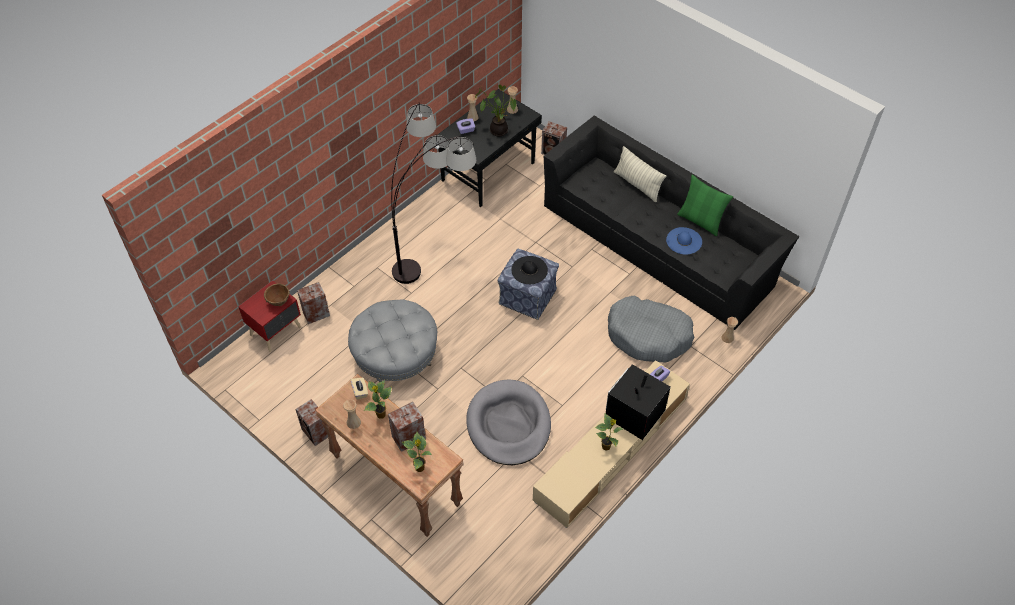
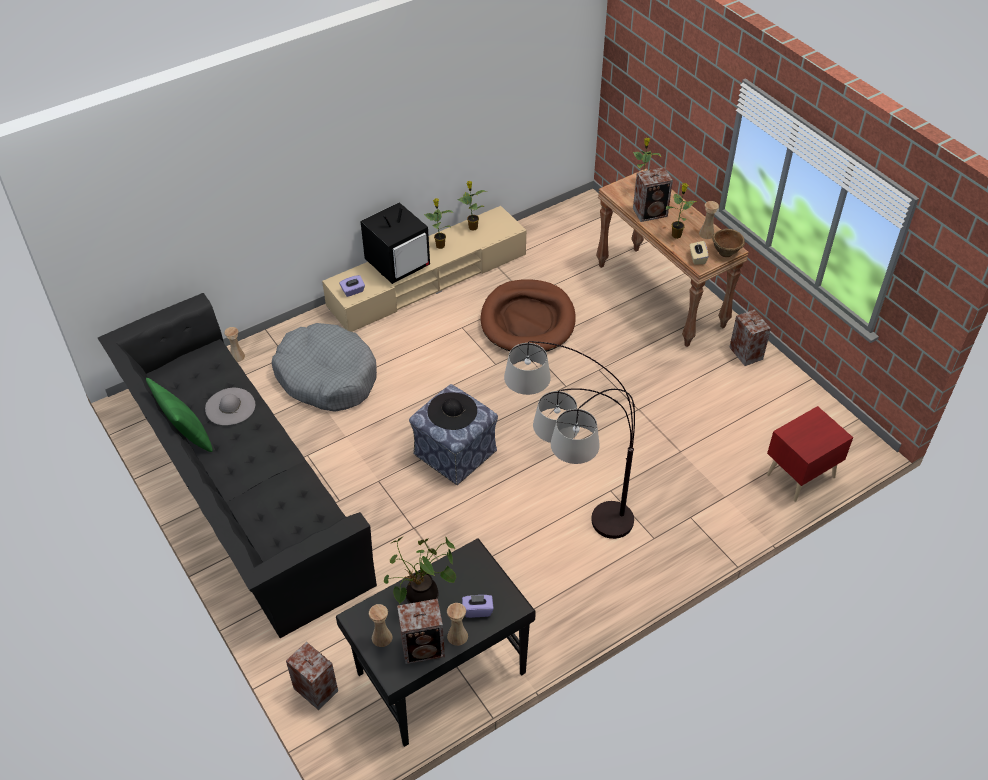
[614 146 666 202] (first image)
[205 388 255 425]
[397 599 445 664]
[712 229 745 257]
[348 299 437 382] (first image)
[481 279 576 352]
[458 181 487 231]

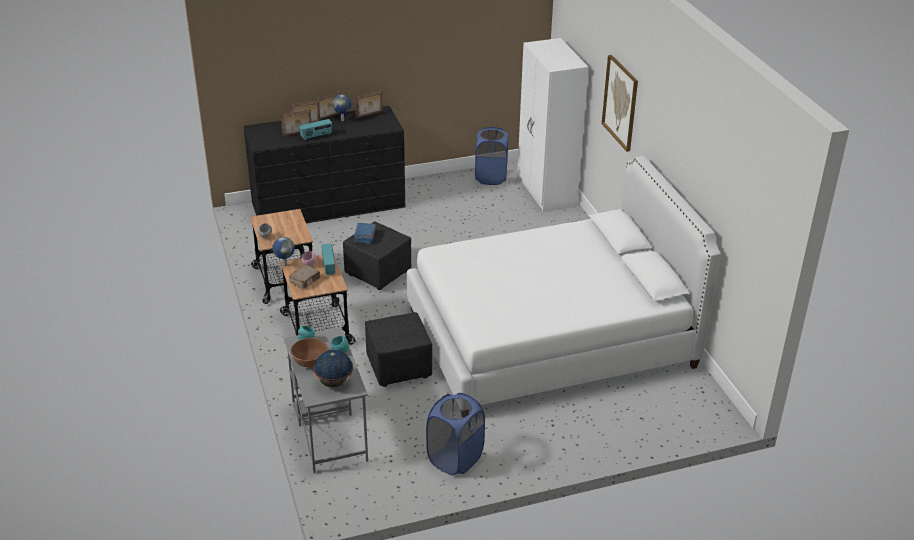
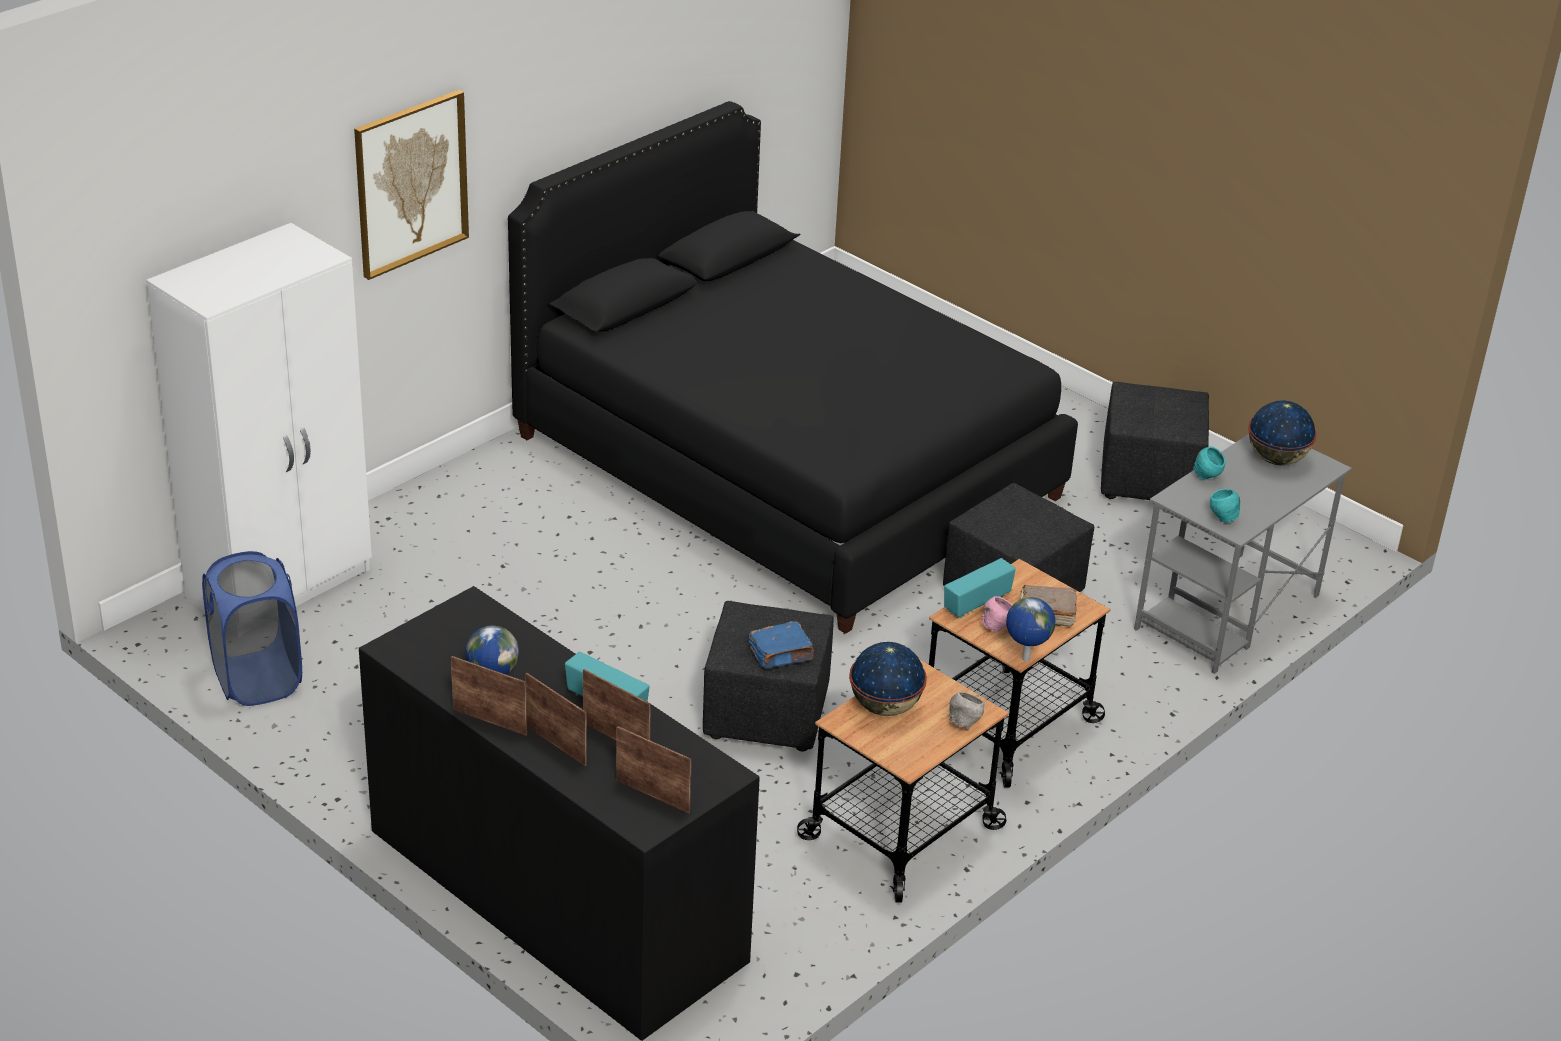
[616 726 692 813]
[508 101 1078 634]
[291 338 328 367] (first image)
[1101 382 1209 500]
[849 642 927 716]

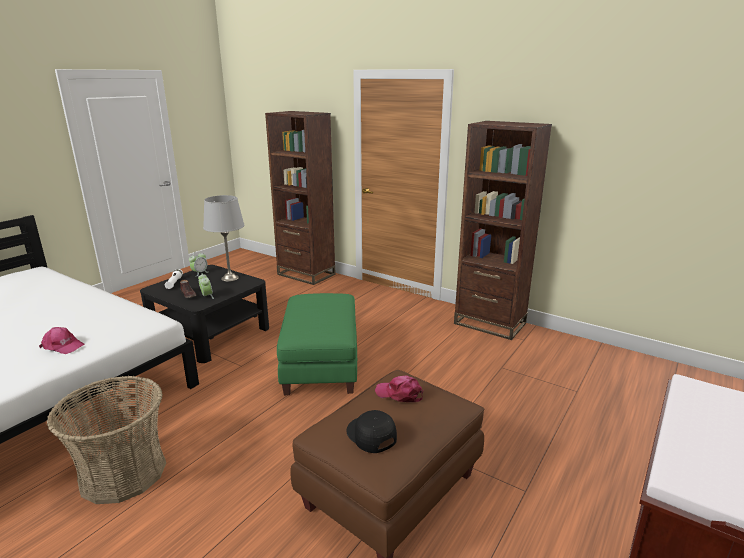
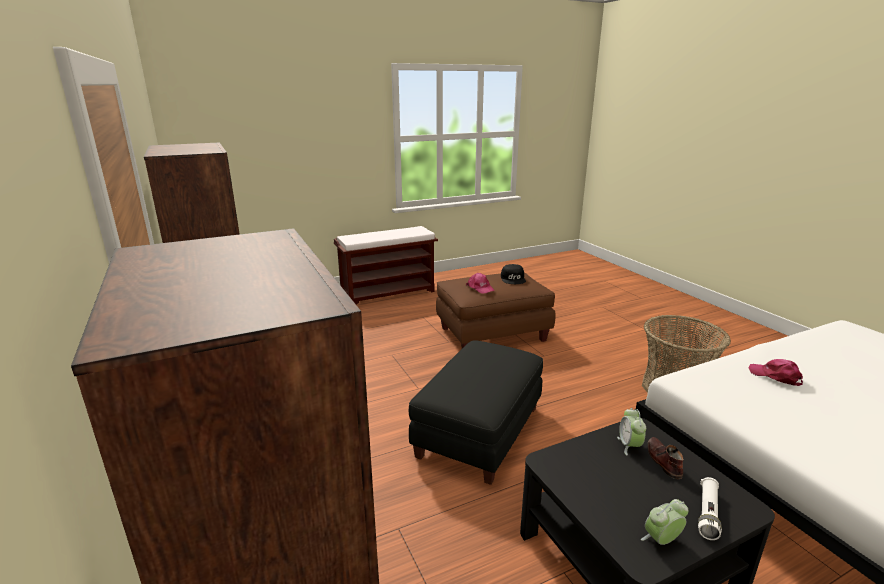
[203 195 245 282] (first image)
[409 340 543 485]

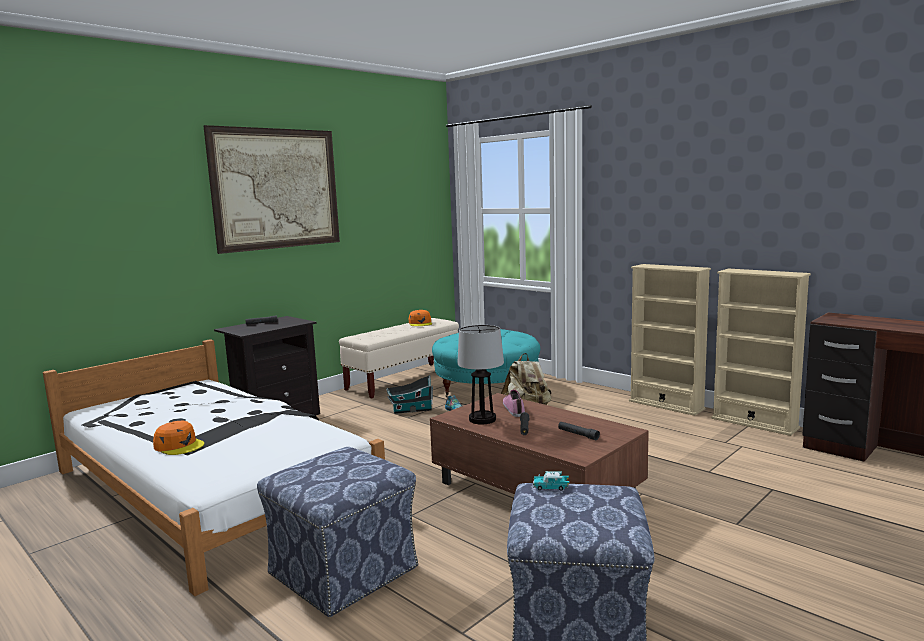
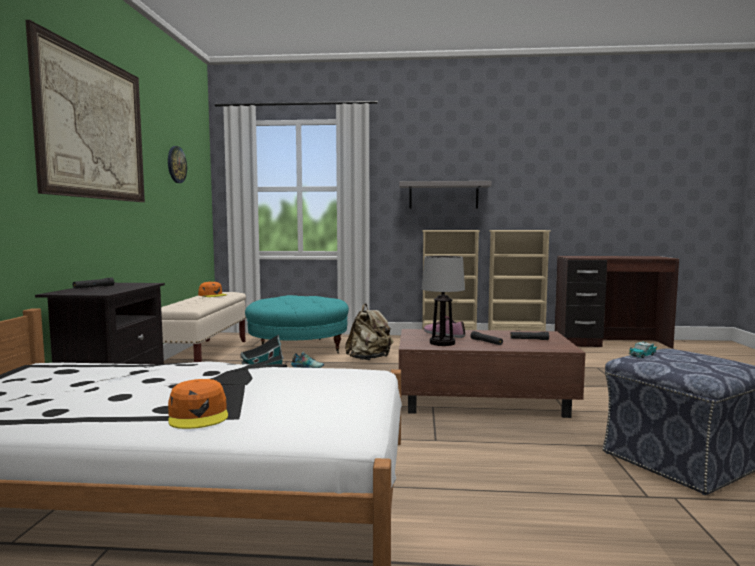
[168 379 228 429]
[257 447 418 617] (first image)
[168 146 187 183]
[399 181 492 209]

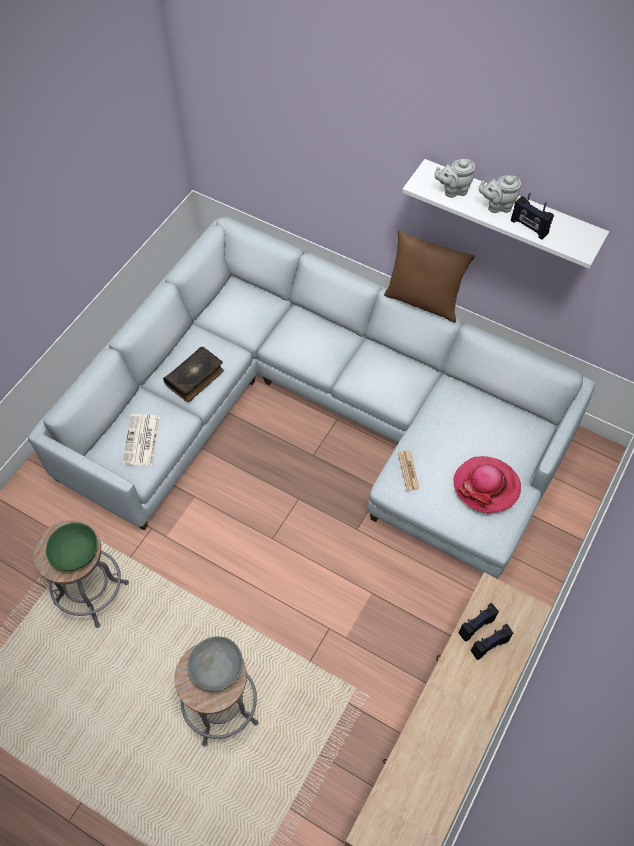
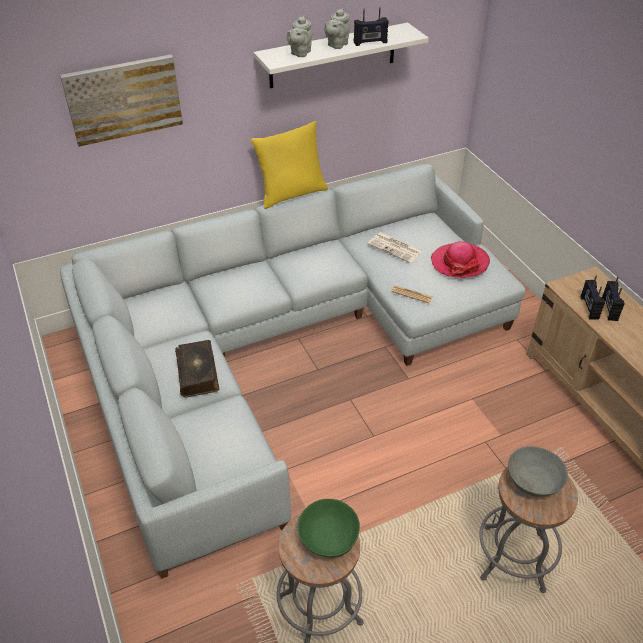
[251 121 328 209]
[368 232 423 263]
[60 55 183 147]

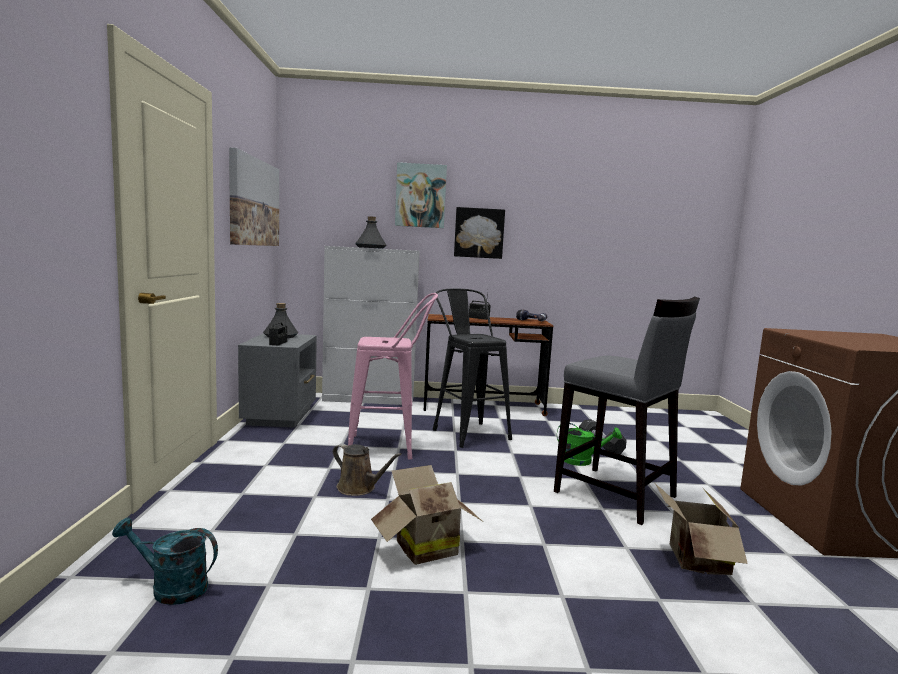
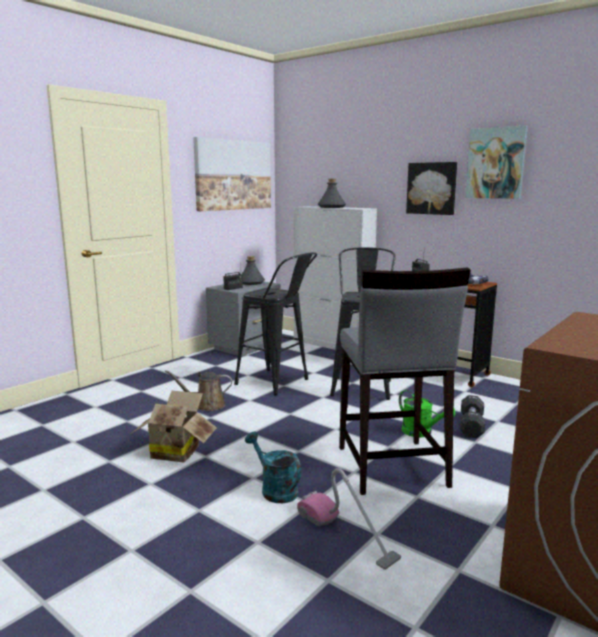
[465 125 528 199]
[234 252 317 395]
[165 370 232 411]
[297 468 401 570]
[245 432 301 503]

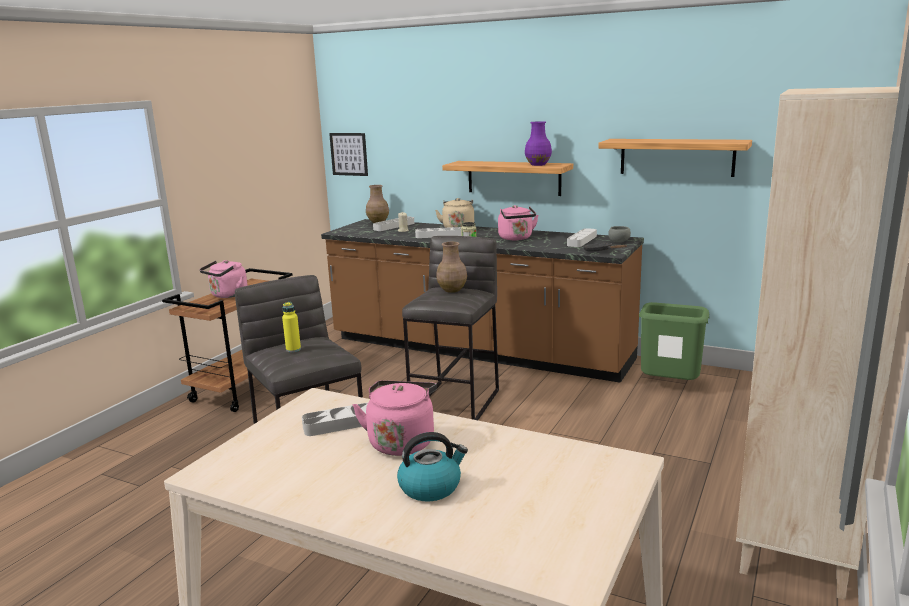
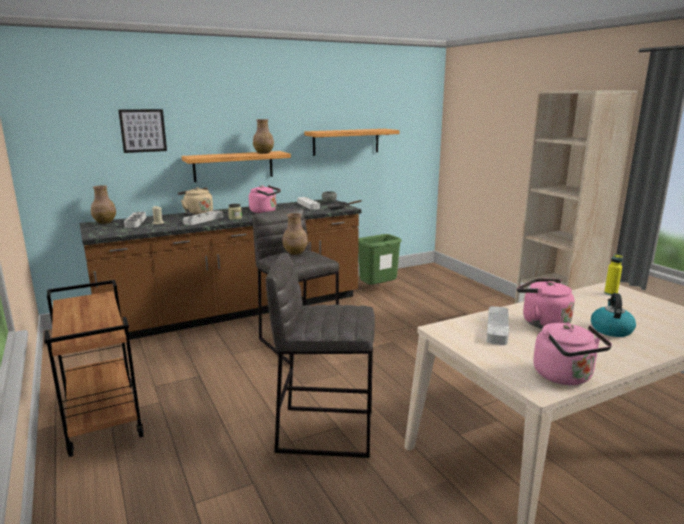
[253 119 274 154]
[118 109 167 153]
[533 323 612 385]
[604 254 623 296]

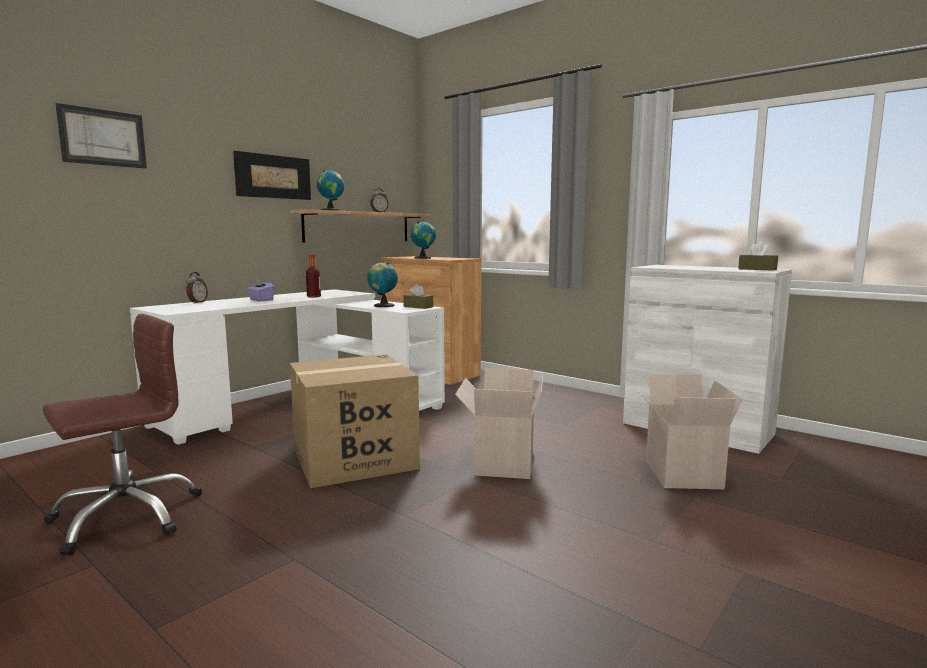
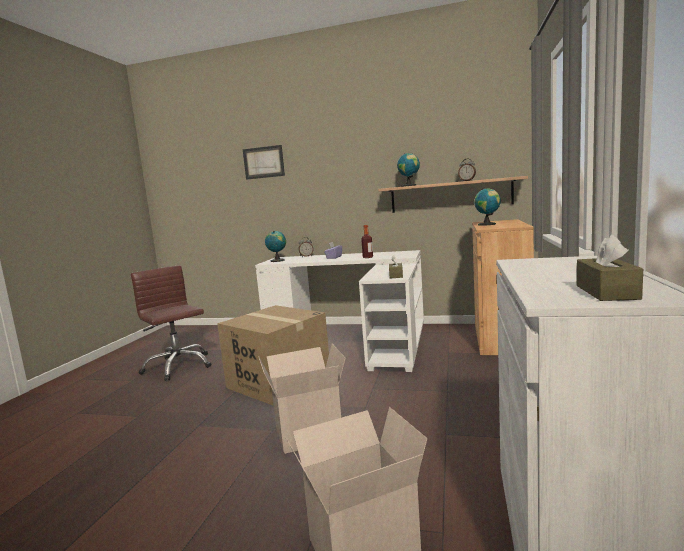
[233 151 311 200] (first image)
[265 231 286 262]
[131 265 211 381]

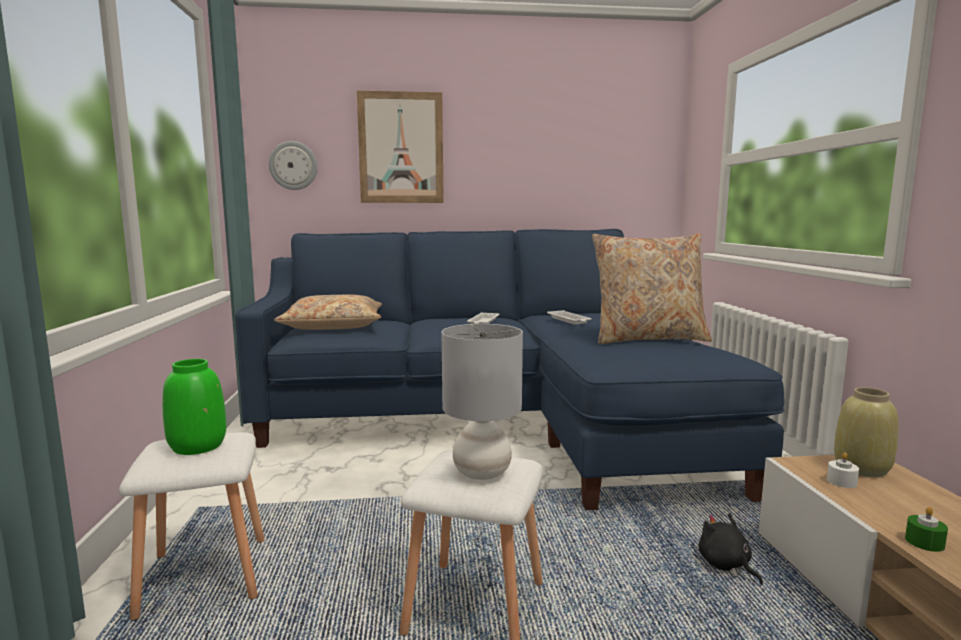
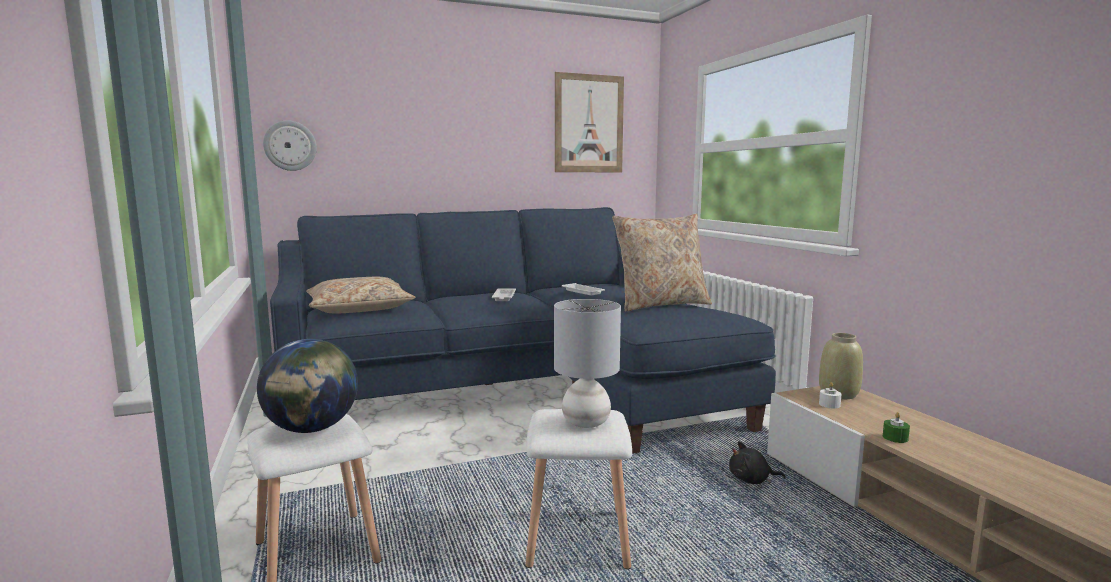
[555 72 624 173]
[257 339 358 433]
[729 441 786 484]

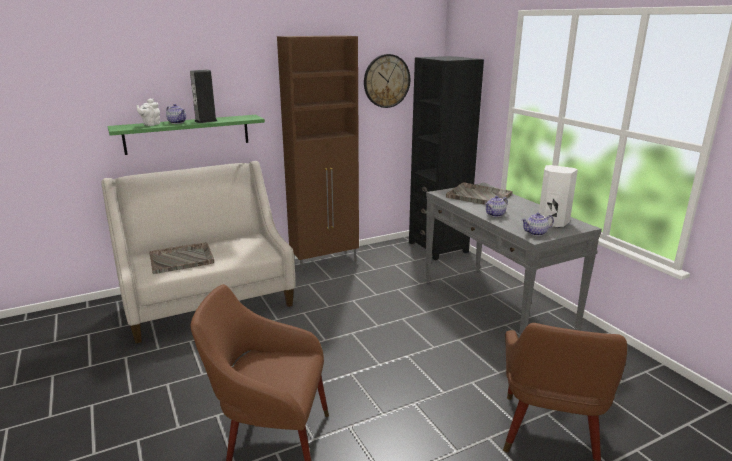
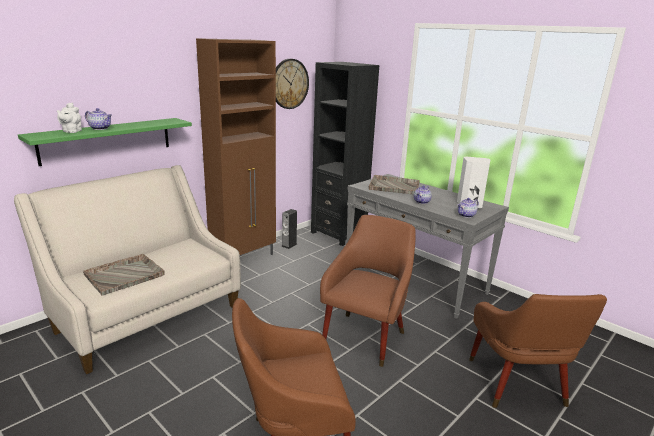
[281 209 297 249]
[320 215 415 367]

